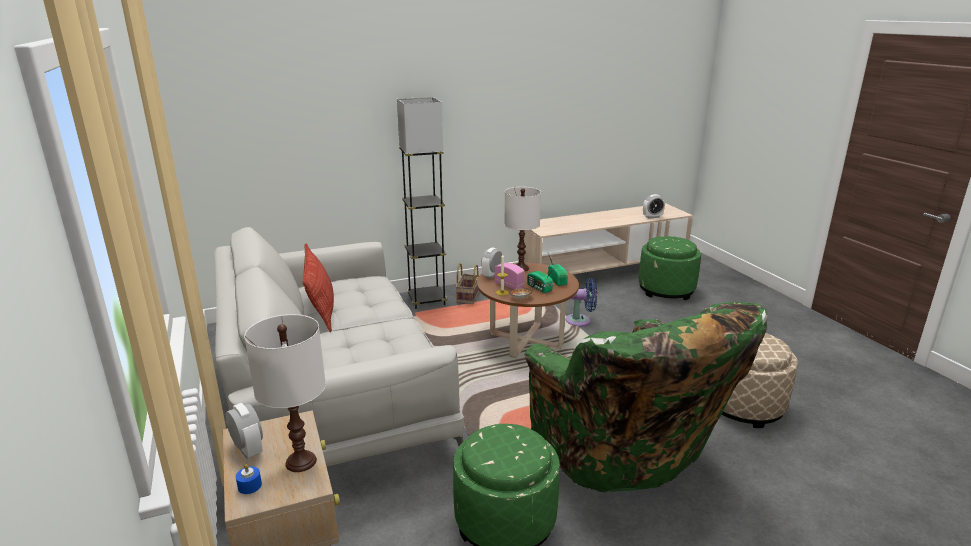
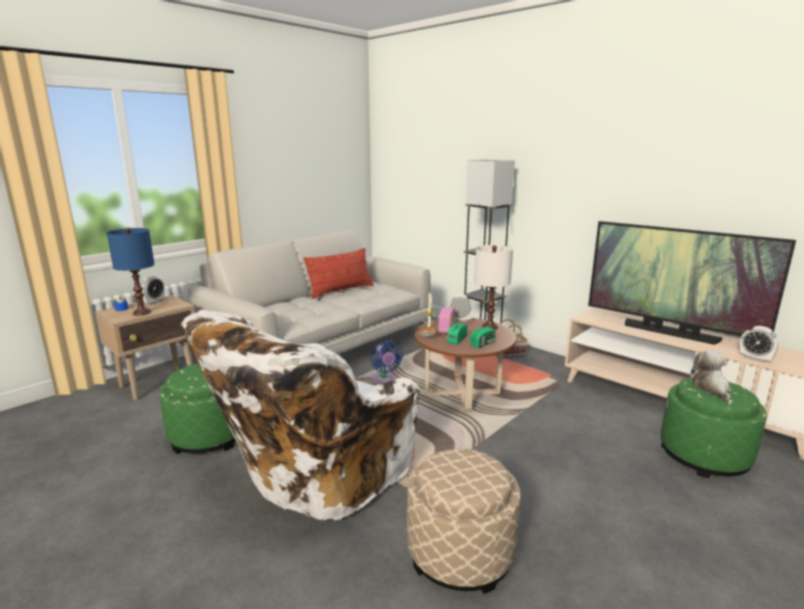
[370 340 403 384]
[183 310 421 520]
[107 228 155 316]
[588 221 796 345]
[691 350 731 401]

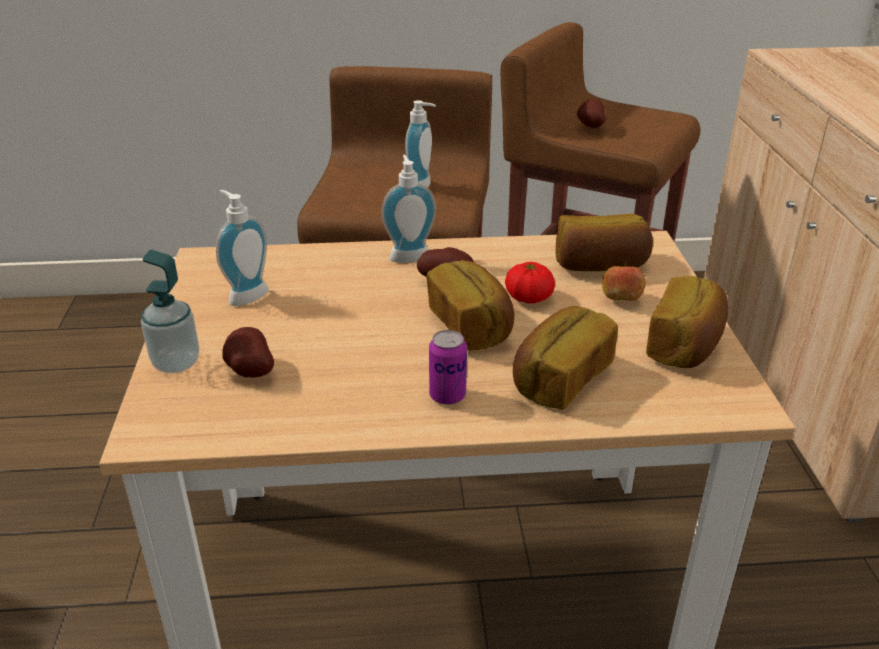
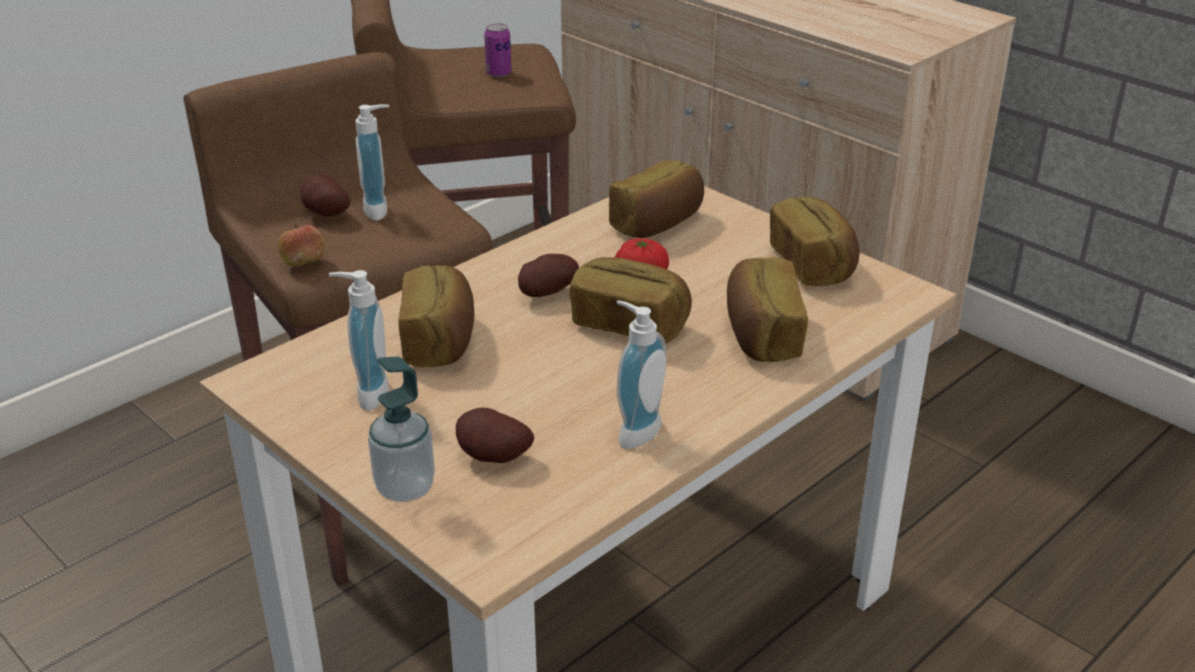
[300 174 350 216]
[617 300 666 449]
[278 224 325 267]
[484 23 511 77]
[398 265 474 367]

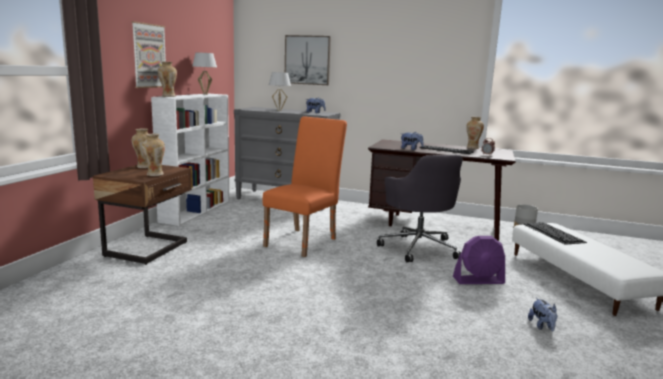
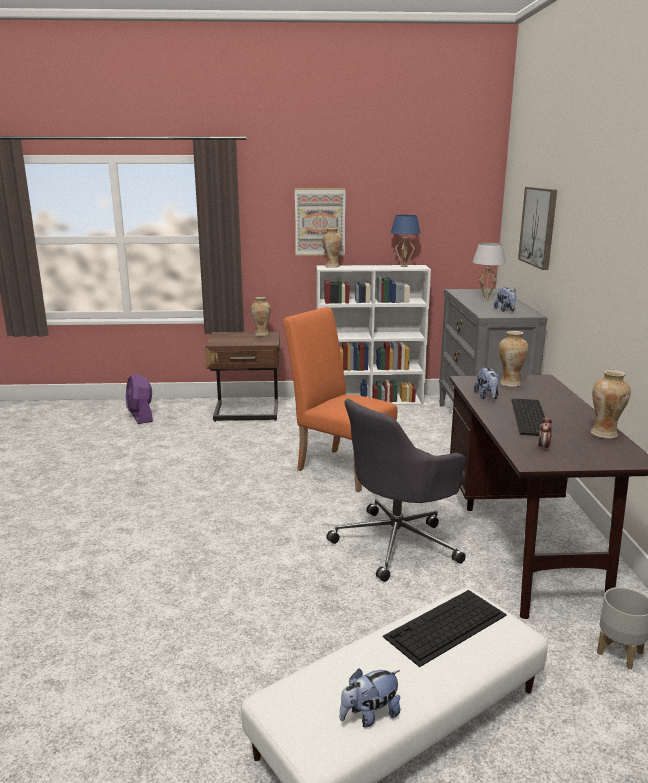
[391 215 420 267]
[283 307 397 492]
[499 331 528 387]
[126 374 153 424]
[340 668 400 727]

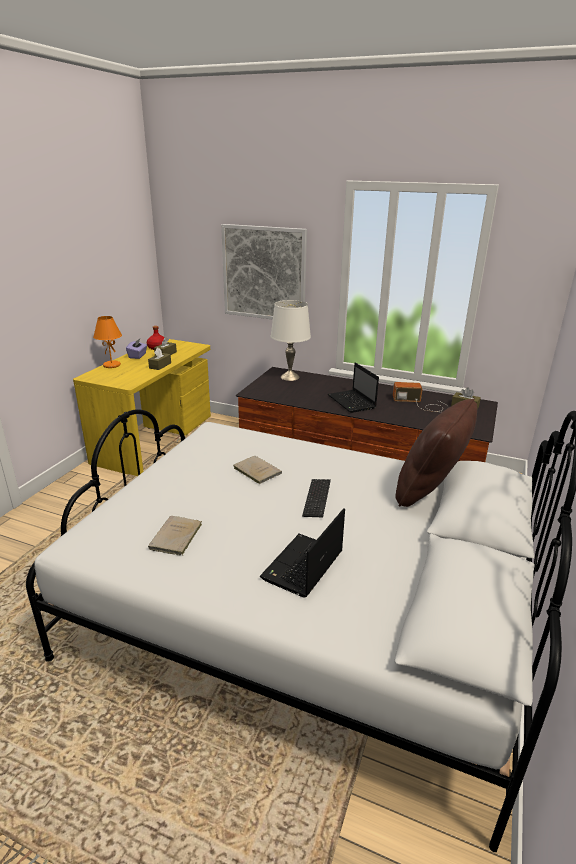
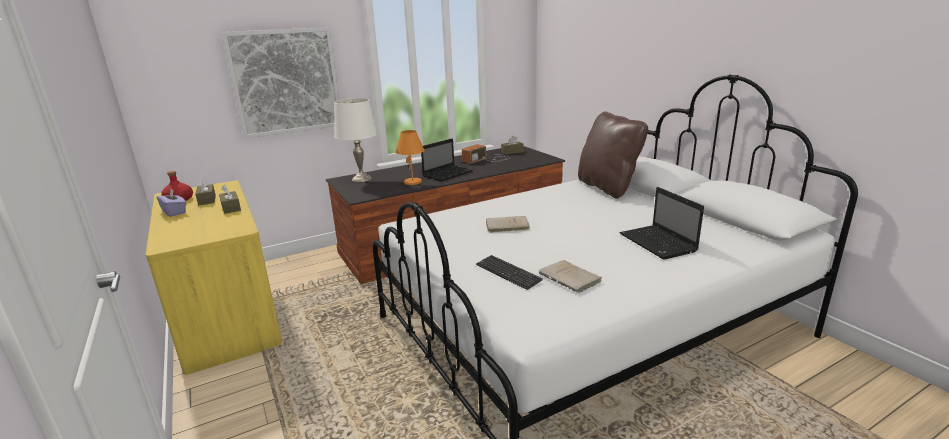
[395 130 425 185]
[421 139 473 182]
[476 255 543 290]

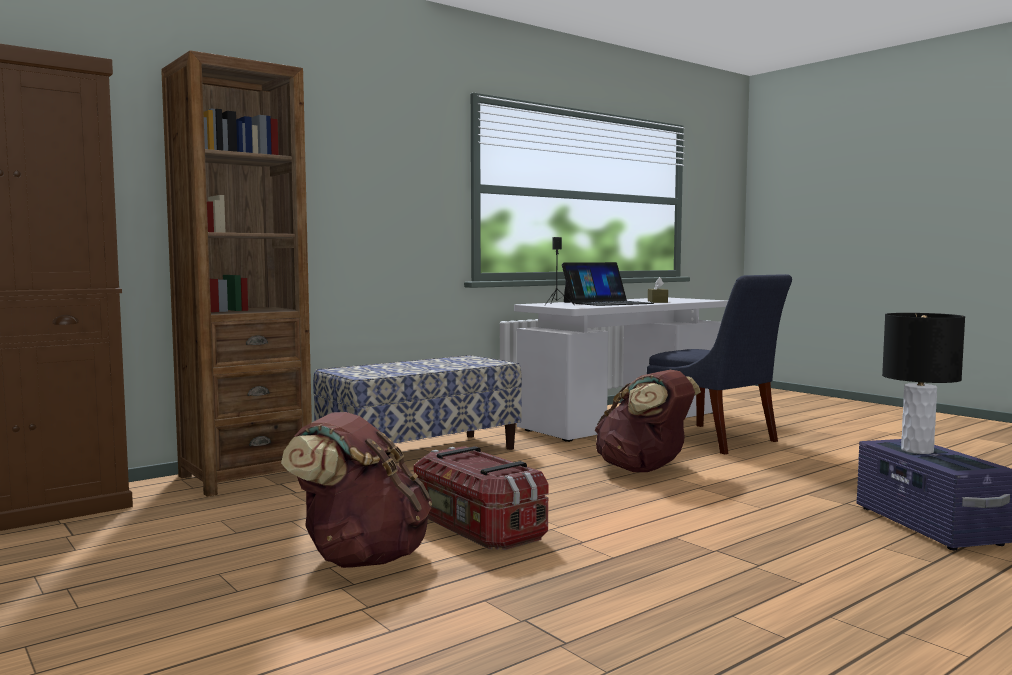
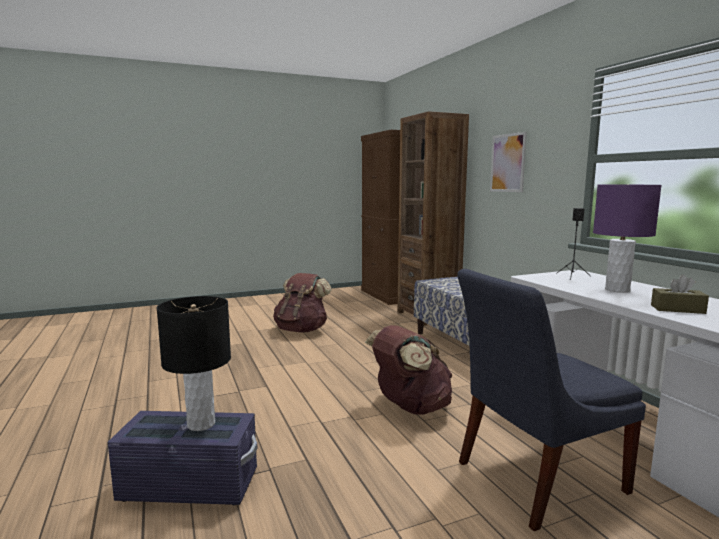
[593 185 662 293]
[413 446 548 550] (first image)
[490 132 527 192]

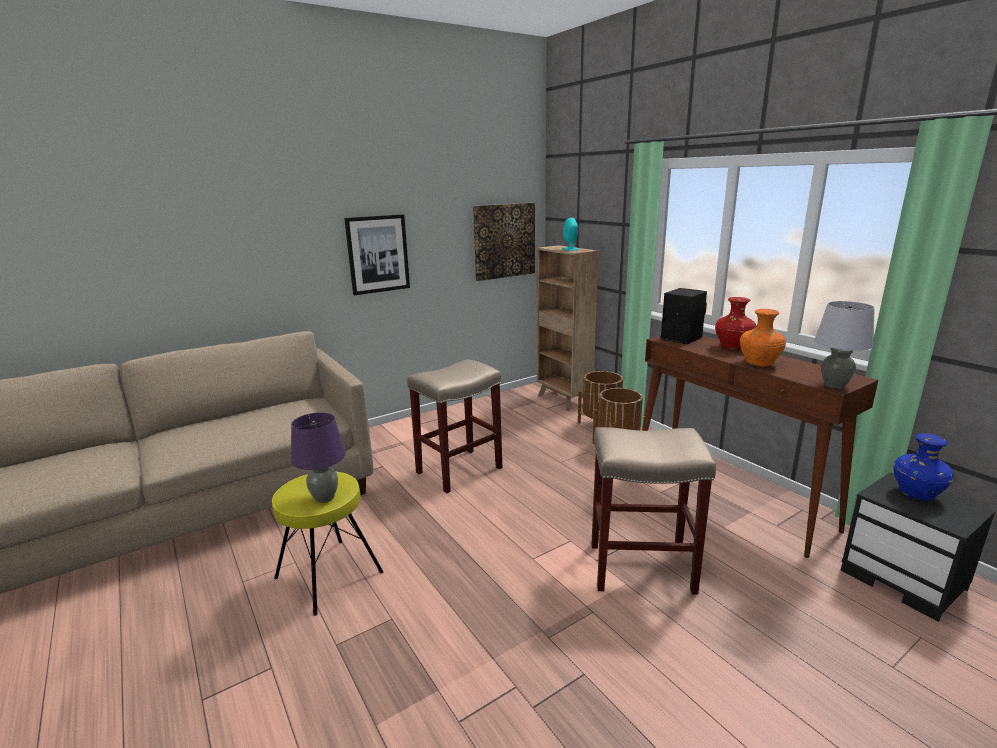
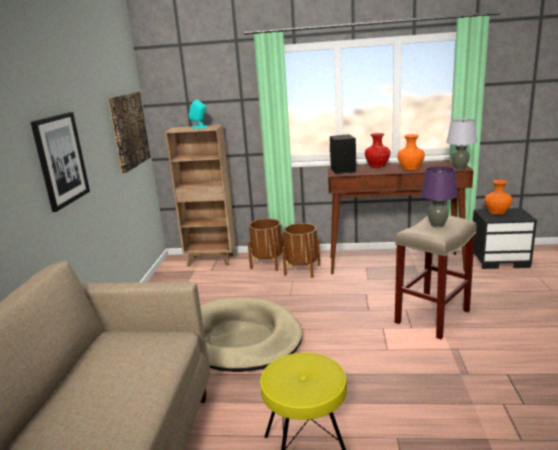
[200 298 303 372]
[421 166 458 227]
[485 180 512 215]

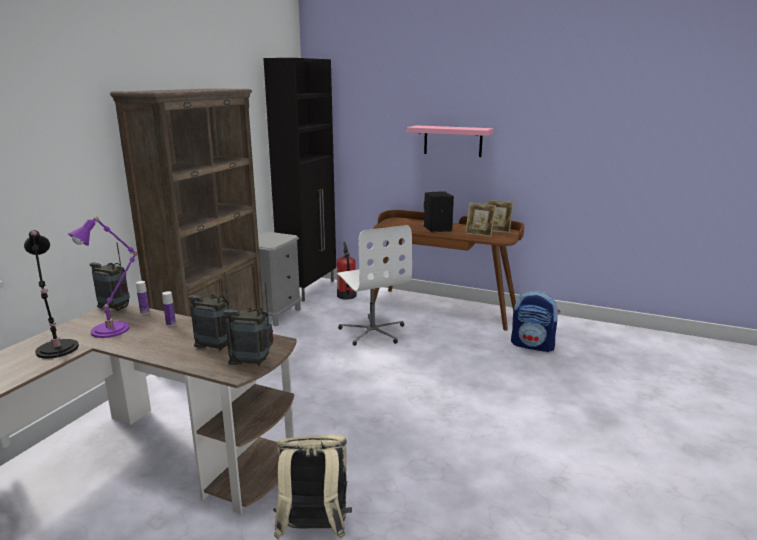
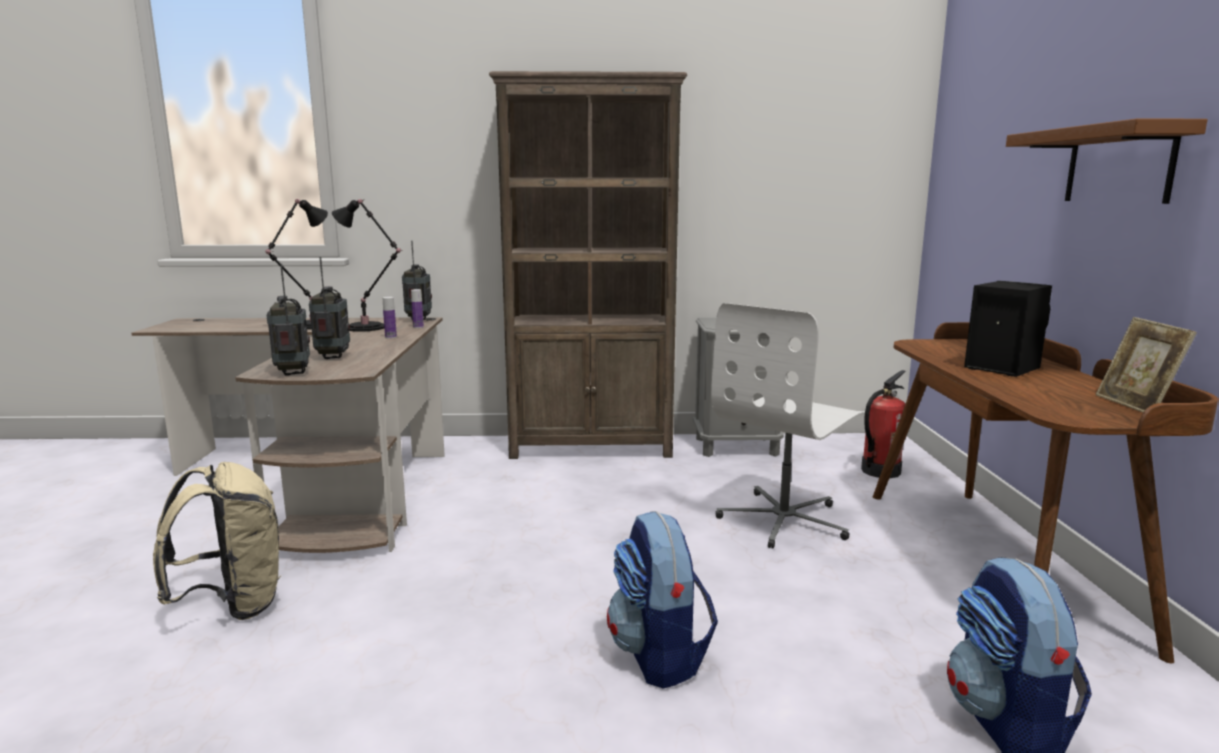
[263 58 336 302] (first image)
[1006 119 1208 204]
[465 202 496 237] (first image)
[332 199 401 332]
[607 511 718 689]

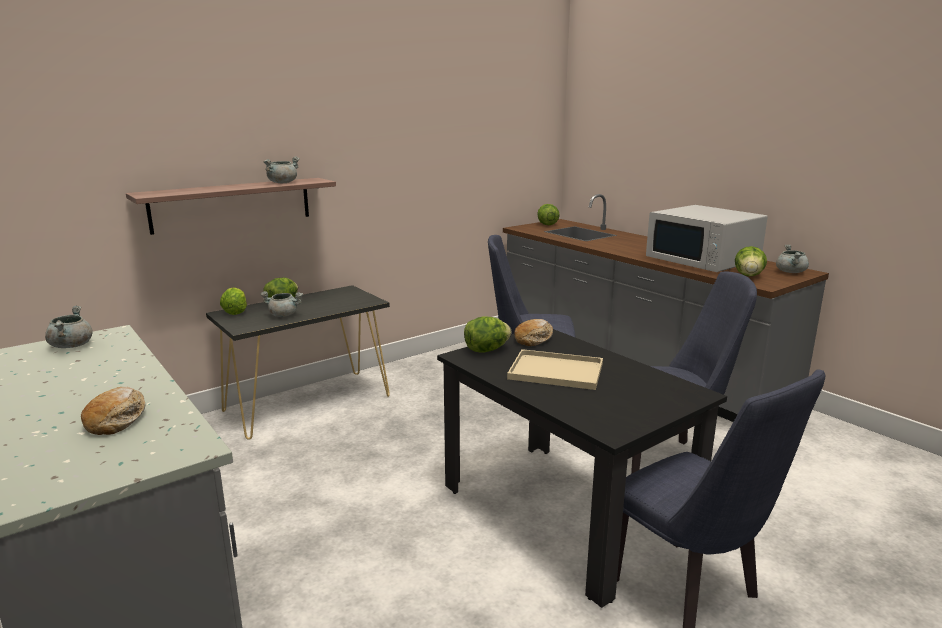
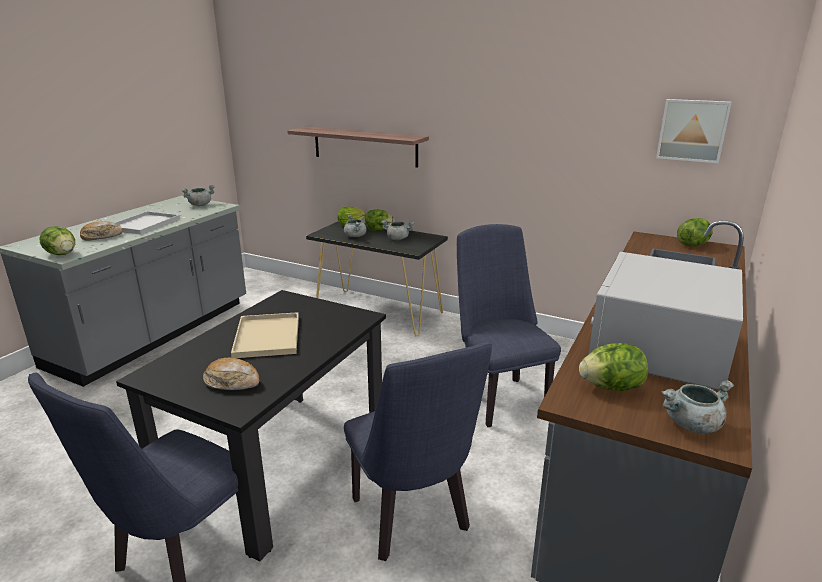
[381 220 415 240]
[40 226 75 255]
[203 357 259 390]
[656 99 732 163]
[115 211 180 234]

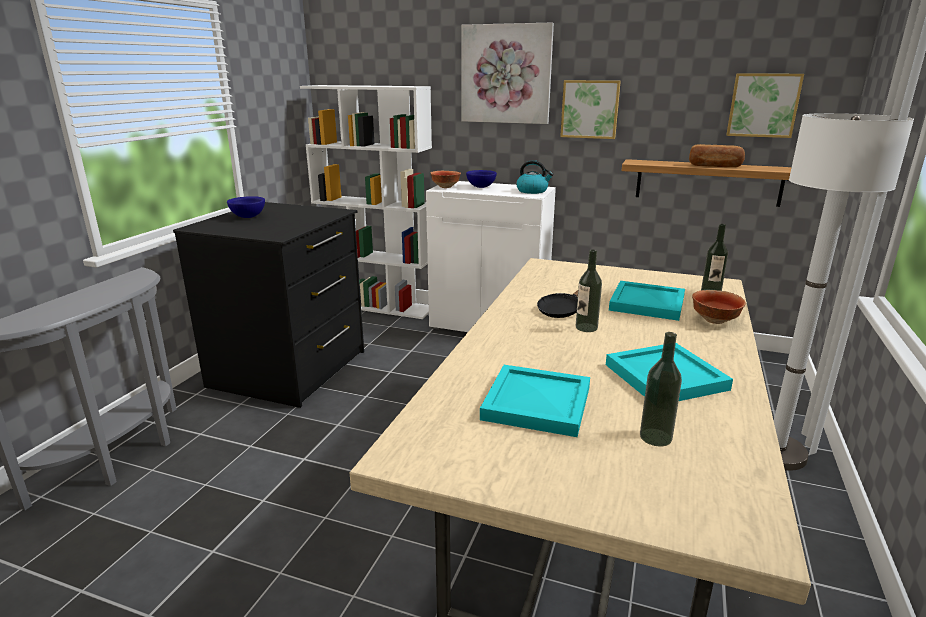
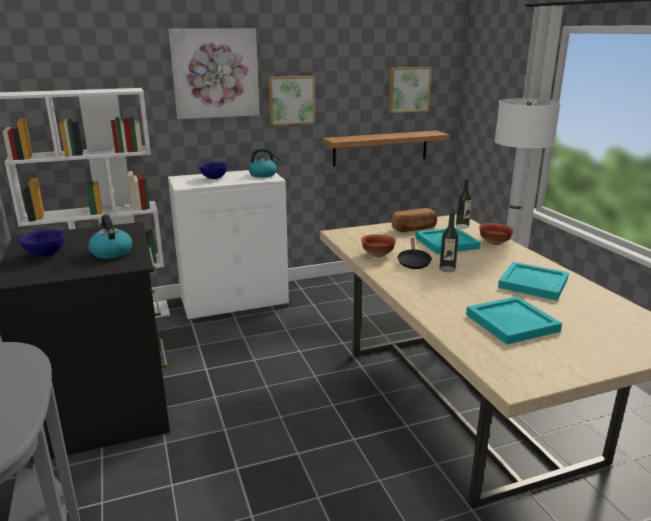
[392 208 437 232]
[361 234 396 257]
[640 332 682 446] (first image)
[88 215 132 259]

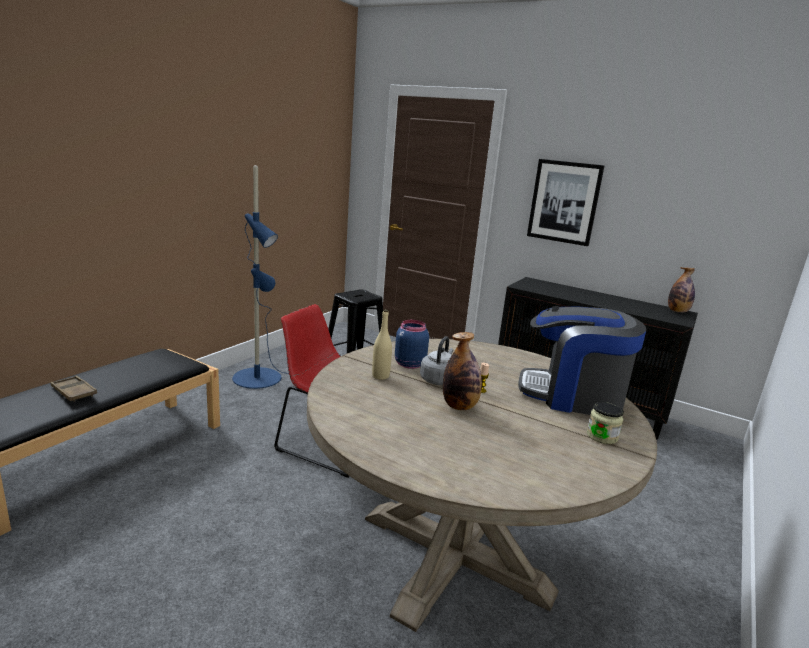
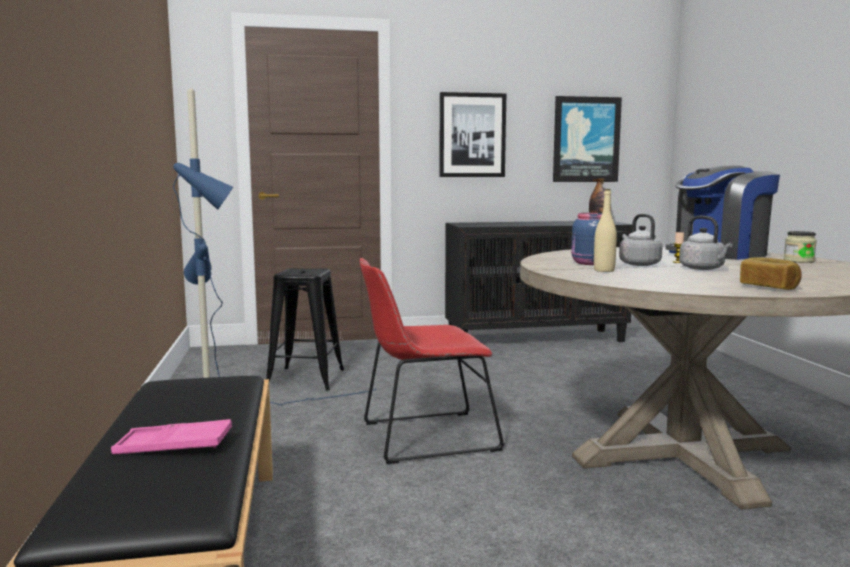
[679 216 733 270]
[111 419 232 454]
[553 96 622 182]
[740 257 802 290]

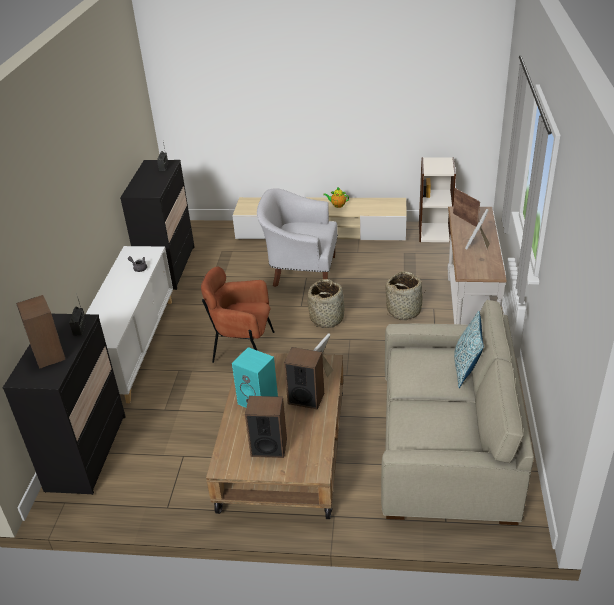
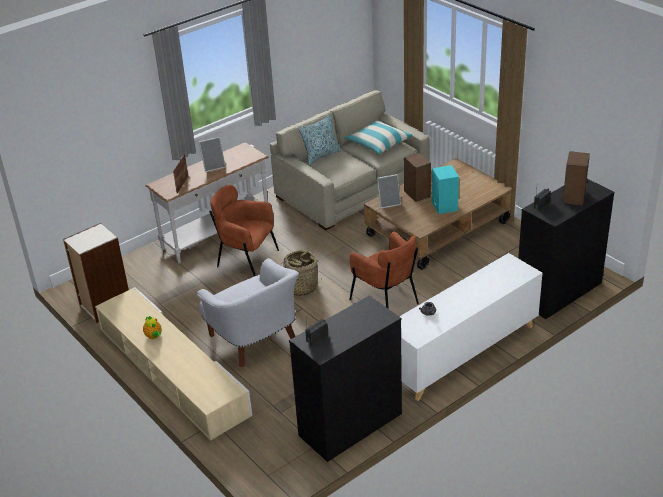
[209 185 279 276]
[245 396 287 458] (first image)
[345 119 413 154]

